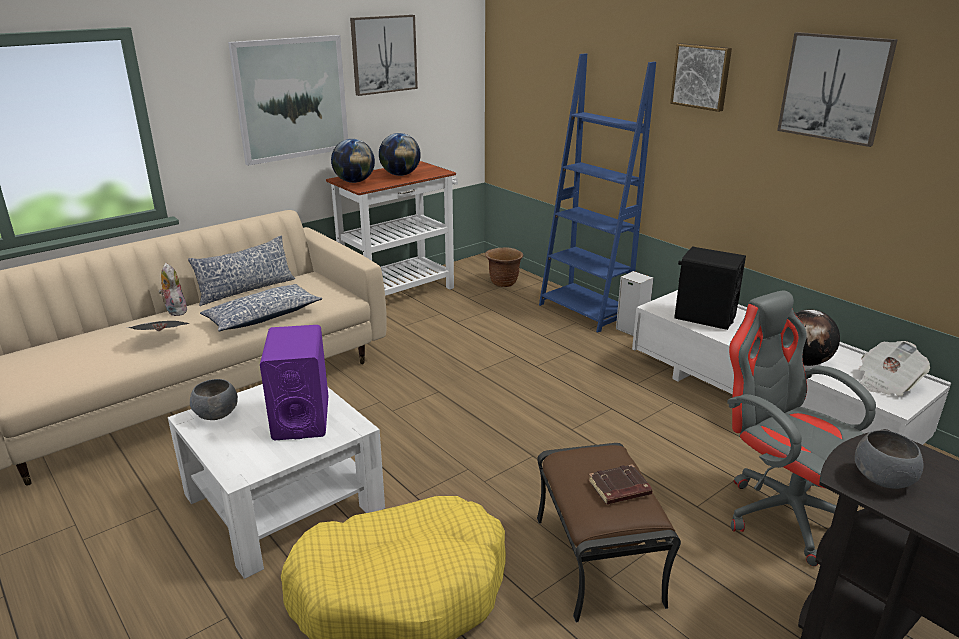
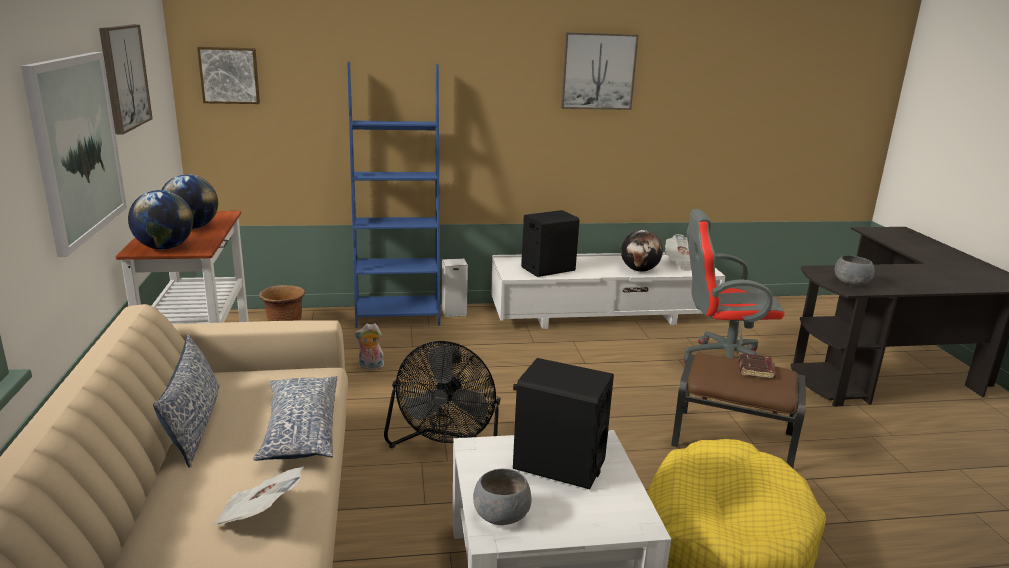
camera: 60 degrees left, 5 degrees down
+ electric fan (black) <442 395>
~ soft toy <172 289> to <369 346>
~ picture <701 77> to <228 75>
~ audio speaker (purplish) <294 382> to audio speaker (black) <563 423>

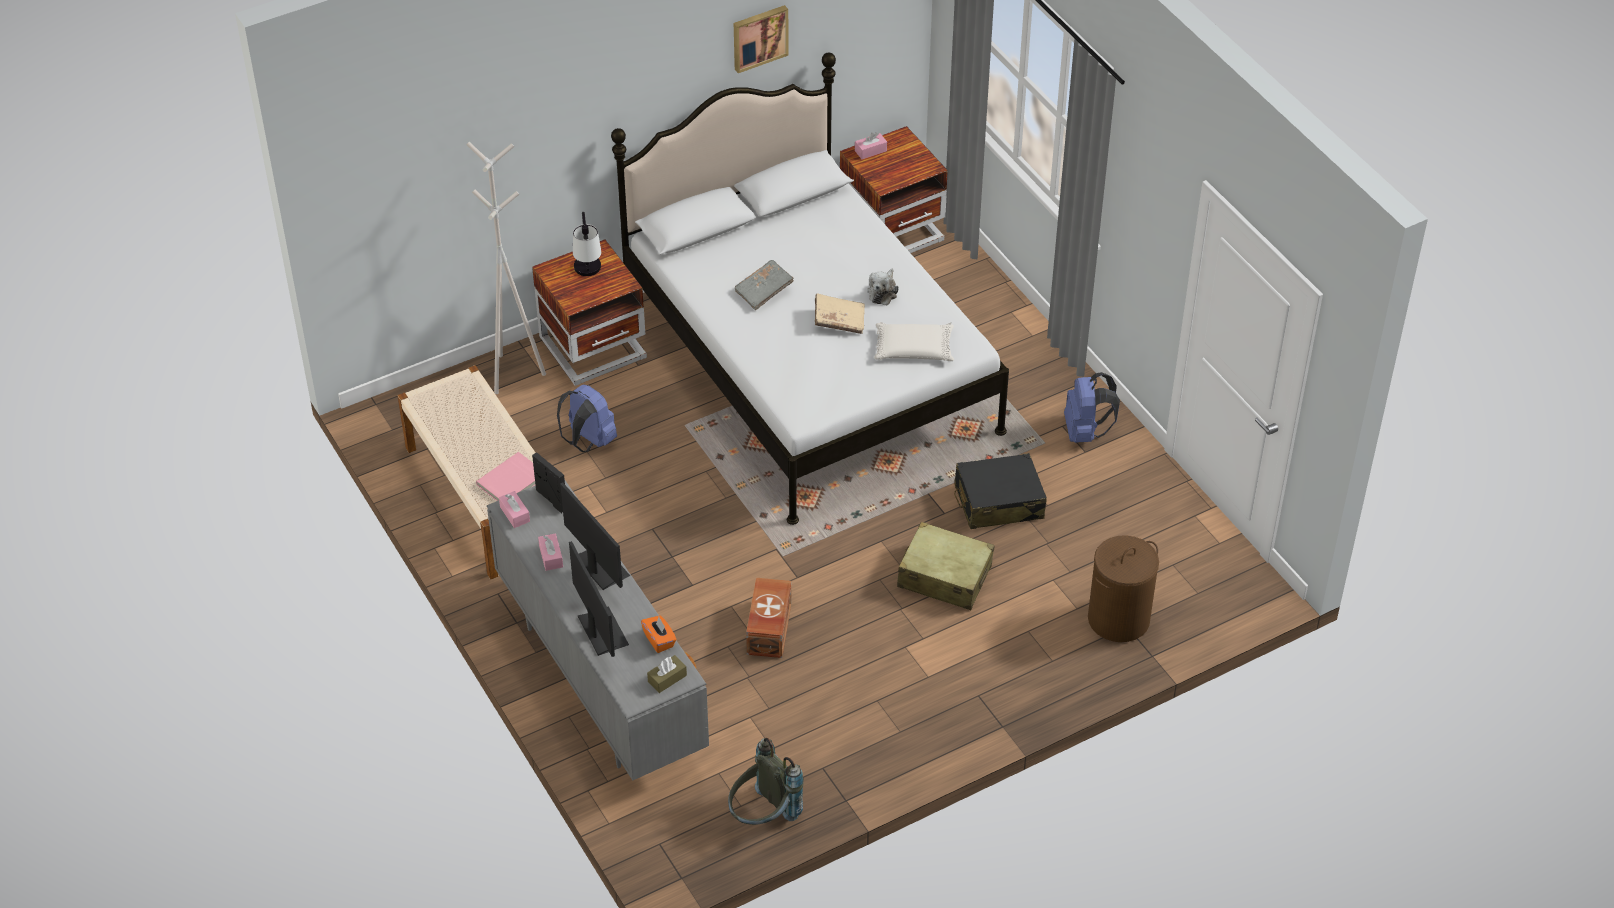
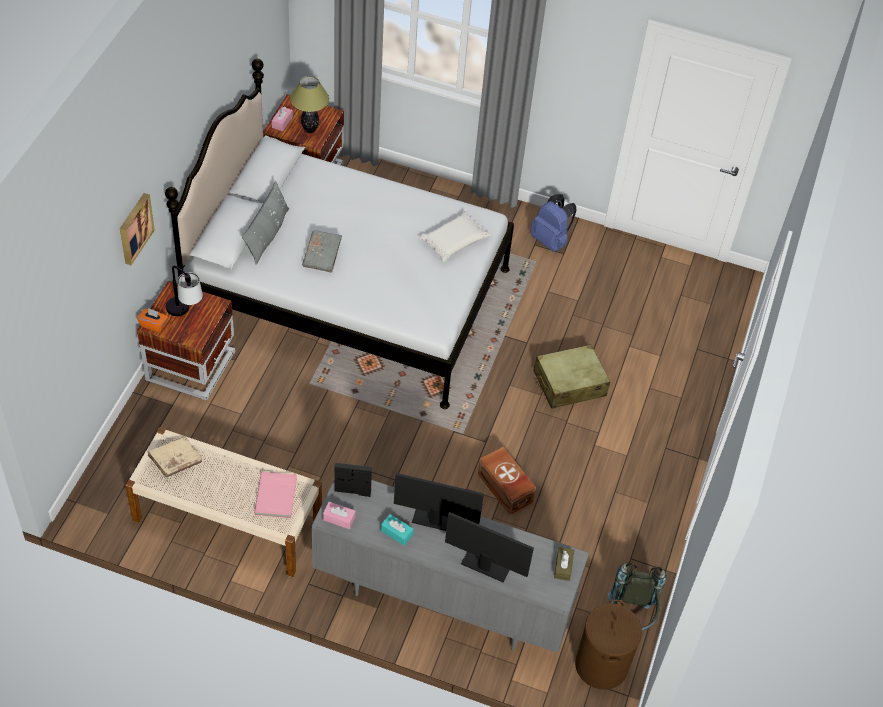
camera: 45 degrees left, 5 degrees up
- garment rack (greyish) <506 268>
- rucksack (blue-coloured) <587 418>
- soft toy <883 287>
- travel case (black) <1000 491>
+ throw pillow (greyish) <265 223>
+ lamp for a table <309 104>
~ box of tissues (orangey) <659 634> to <152 320>
~ picture <761 39> to <137 229>
~ volume (beige) <840 313> to <174 456>
~ laundry basket (brownish) <1123 588> to <608 644>
~ box of tissues (pink-coloured) <550 552> to box of tissues (turquoise-coloured) <397 530>

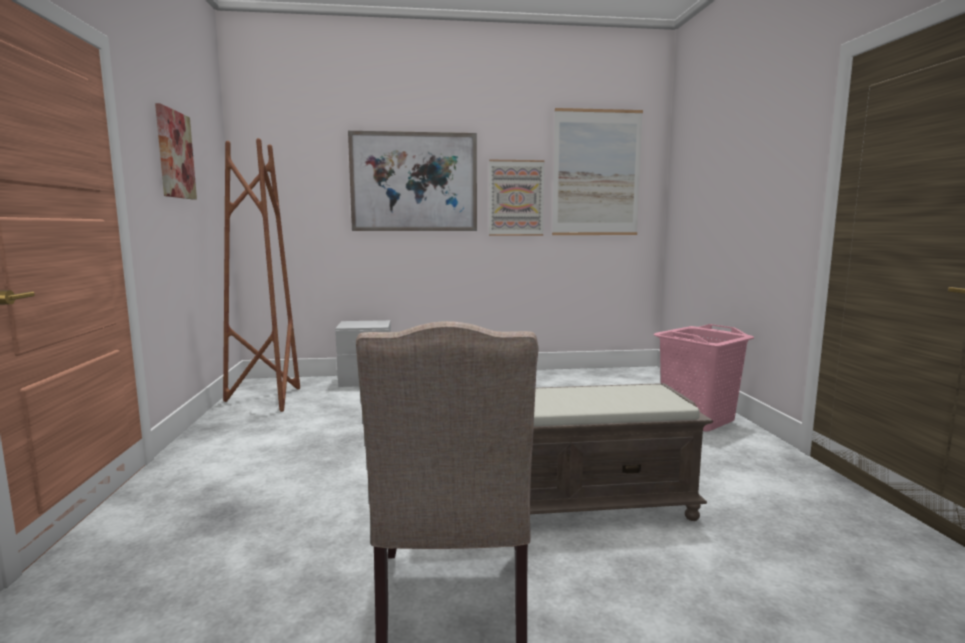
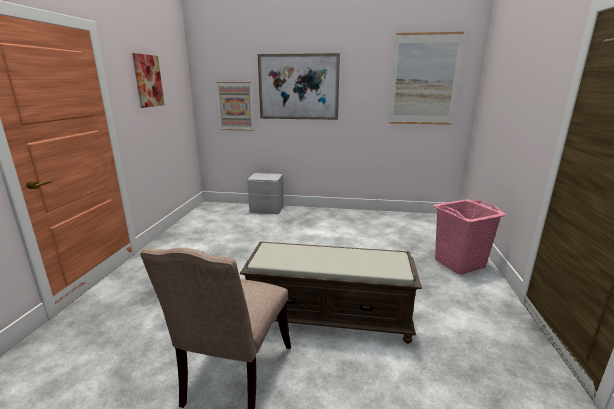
camera: 15 degrees right, 10 degrees up
- garment rack (brownish) <261 275>
~ picture <517 198> to <235 106>

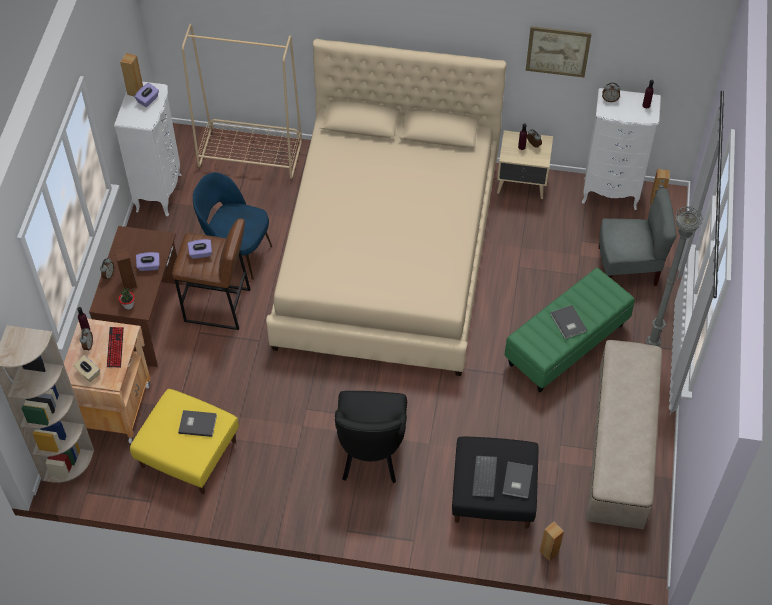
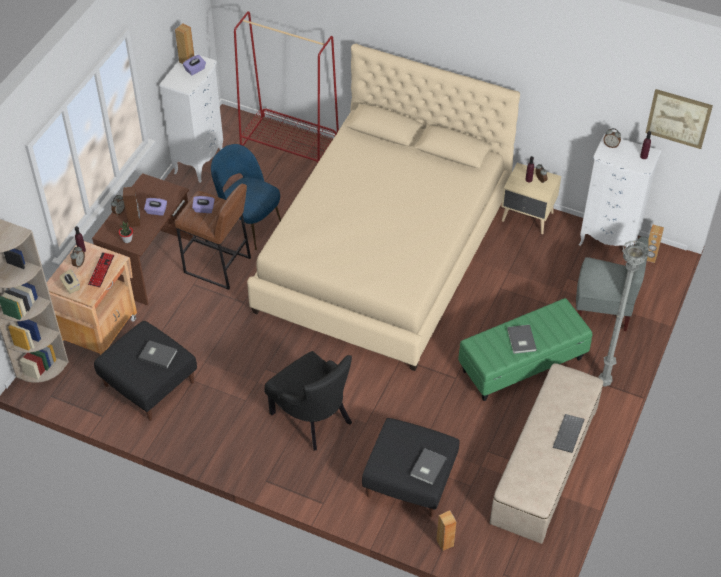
camera: 15 degrees right, 5 degrees down
~ keyboard <484 477> to <568 433>
~ picture <559 51> to <679 119>
~ ottoman (yellowish) <184 441> to ottoman (black) <145 371>
~ garment rack (beige) <242 101> to garment rack (reddish) <286 86>
~ plain chair (black) <371 437> = <308 401> 60 degrees counterclockwise

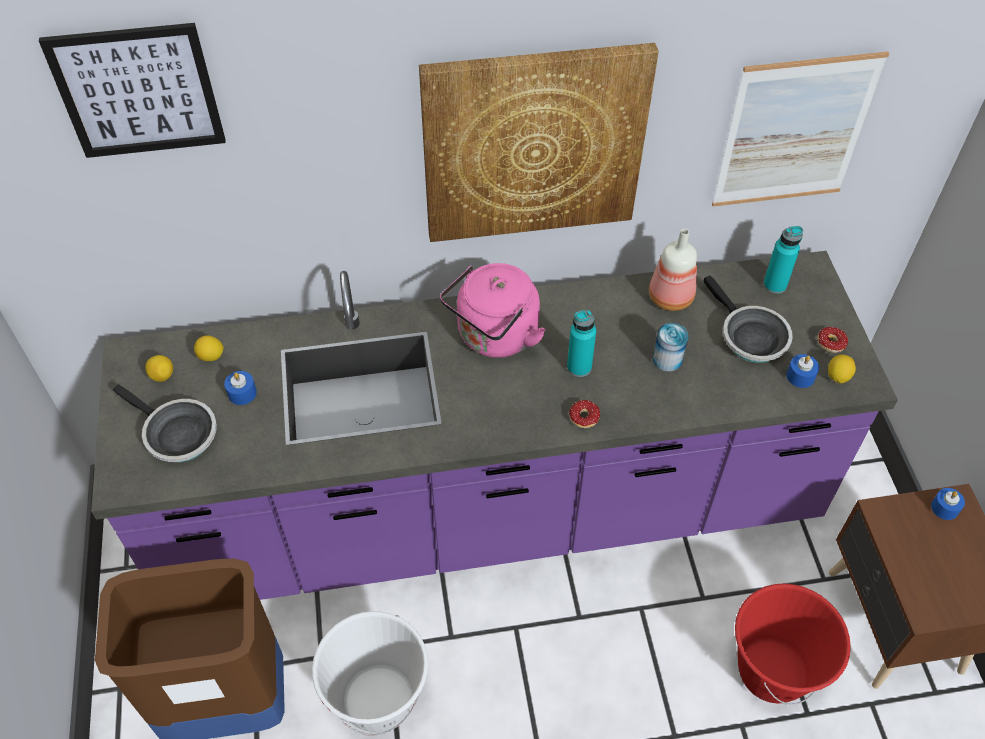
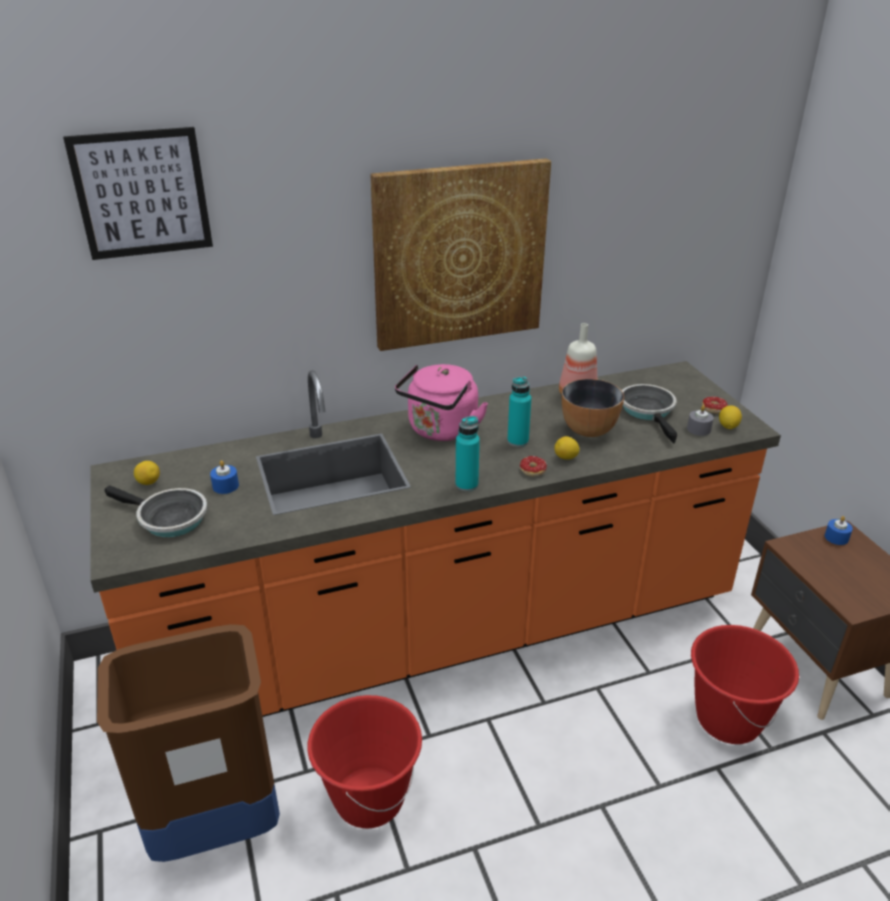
camera: 10 degrees left, 20 degrees down
- picture <800 129>
~ citrus fruit <209 348> to <567 448>
~ drink bottle (turquoise-coloured) <783 260> to <467 454>
~ can <671 347> to bowl <593 408>
~ kitchen base unit (purplish) <494 425> to kitchen base unit (orangey) <435 539>
~ pail (white-coloured) <370 673> to pail (reddish) <364 761>
~ wax candle (blue-coloured) <802 371> to wax candle (greyish) <700 420>
~ pan <748 319> = <649 413> 150 degrees counterclockwise

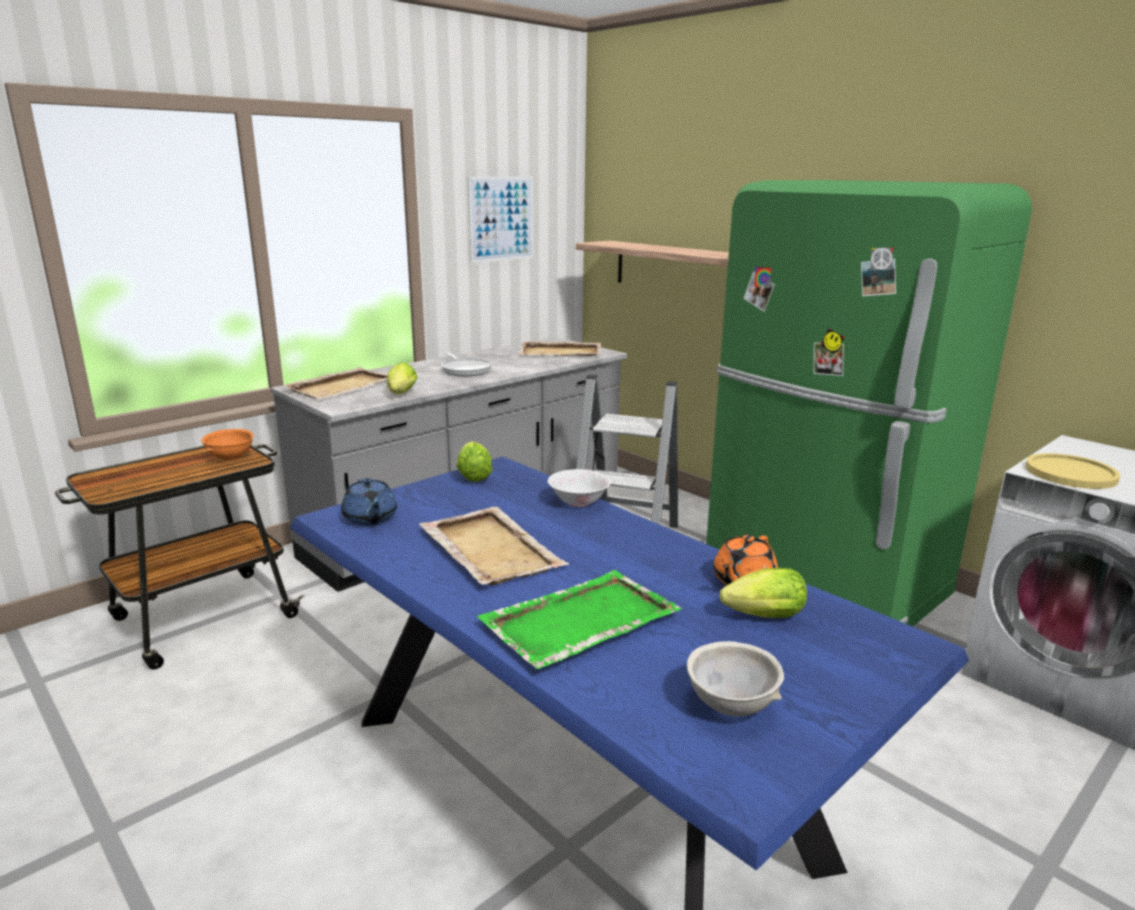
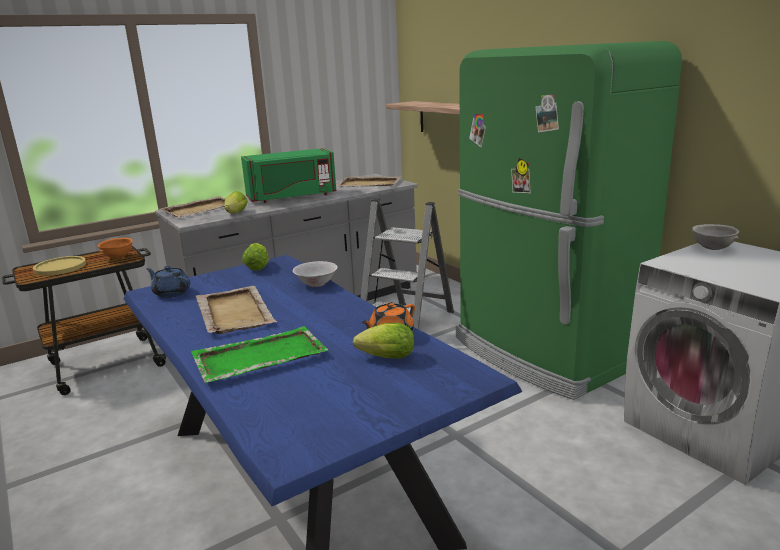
camera: 10 degrees right, 0 degrees up
- picture <500 220>
~ bowl (greyish) <735 678> to <715 237>
~ flat dish (yellowish) <1073 471> to <59 266>
~ pan <466 364> to microwave (green-coloured) <288 175>
~ pot for tea (blue-coloured) <369 502> = <168 282> 135 degrees clockwise

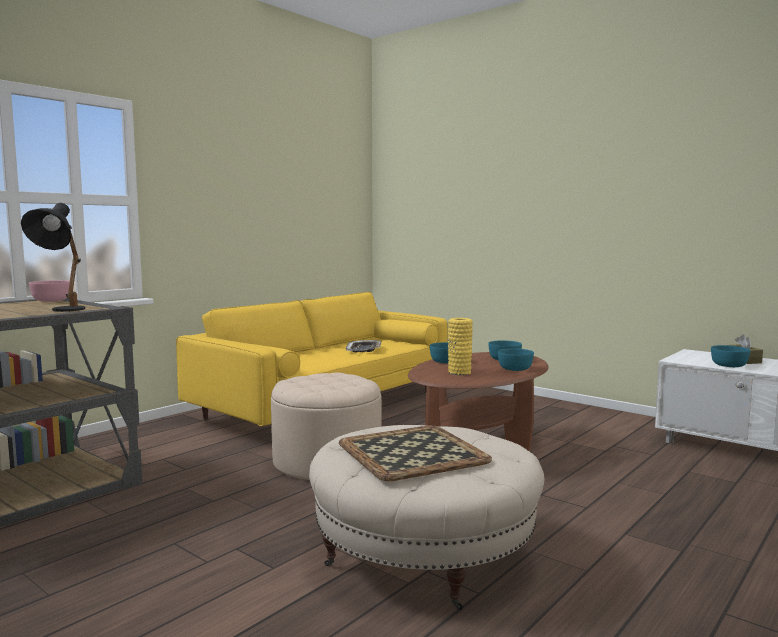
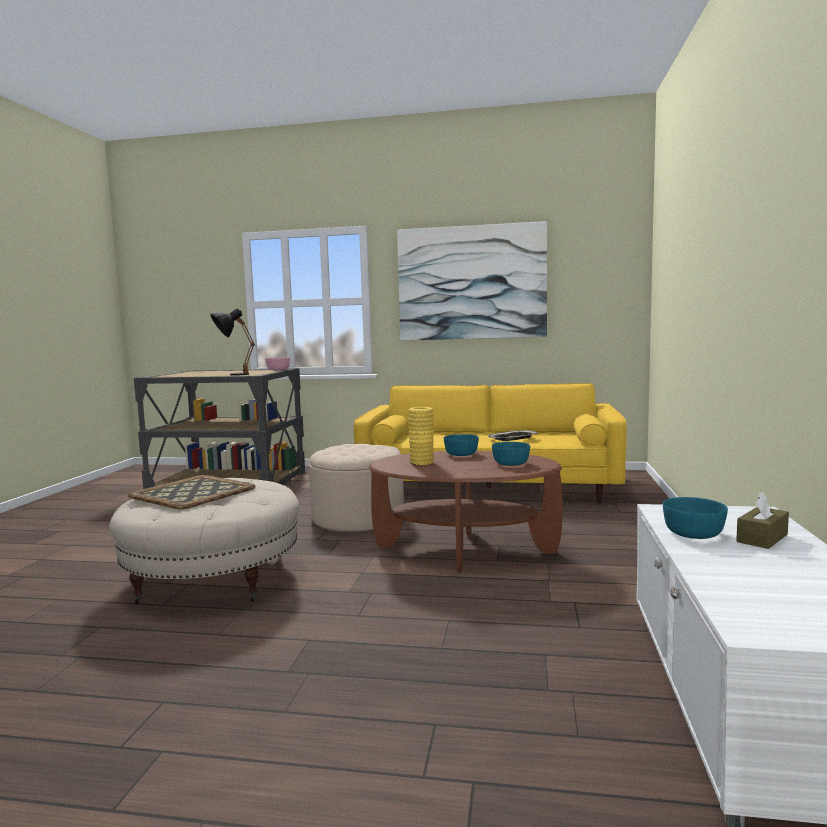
camera: 60 degrees right, 0 degrees up
- bowl (turquoise-coloured) <516 359>
+ picture <472 280>

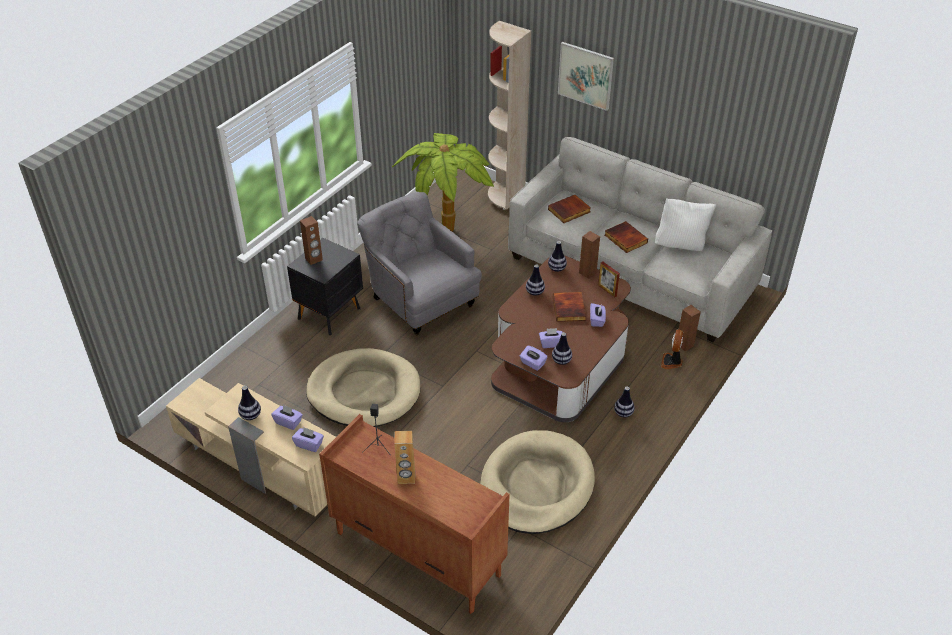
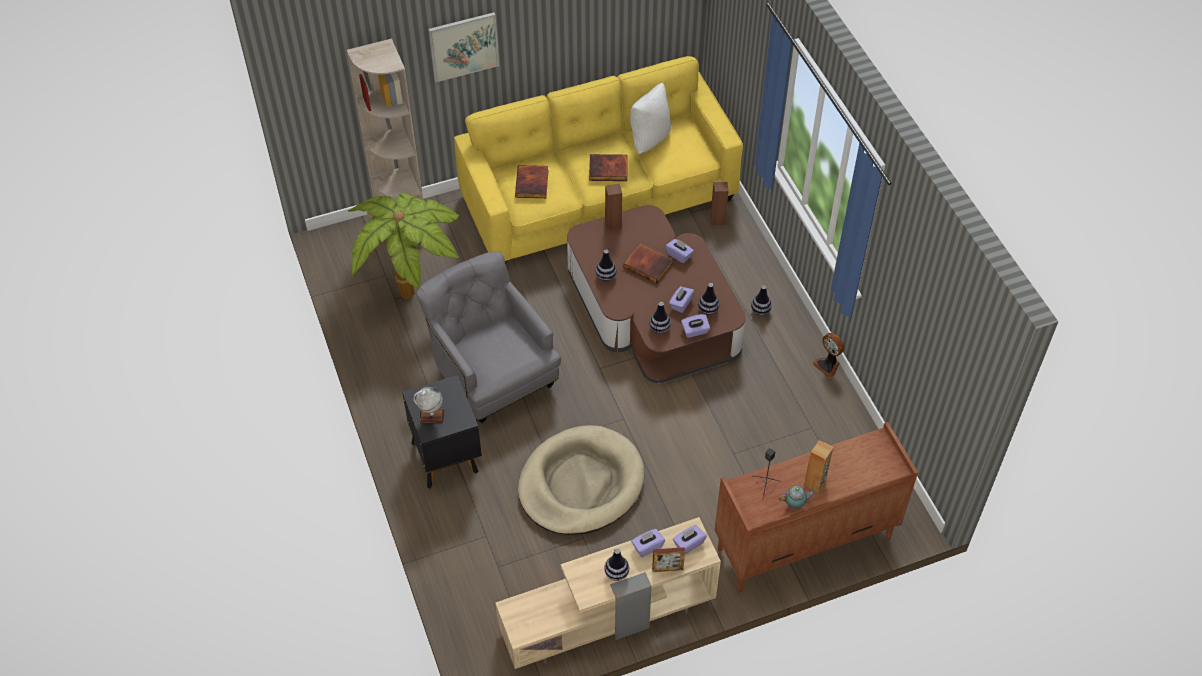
camera: 55 degrees left, 10 degrees up
- dog cushion (beige) <537 482>
+ pot for tea <797 497>
~ decorative vase <557 256> to <660 317>
~ picture frame <609 279> to <668 559>
~ electric fan <672 349> to <828 355>
~ audio speaker (brownish) <311 240> to world globe <429 404>
~ couch (greyish) <640 239> to couch (yellowish) <598 160>
~ easy chair (greyish) <419 264> = <489 337> 60 degrees clockwise

